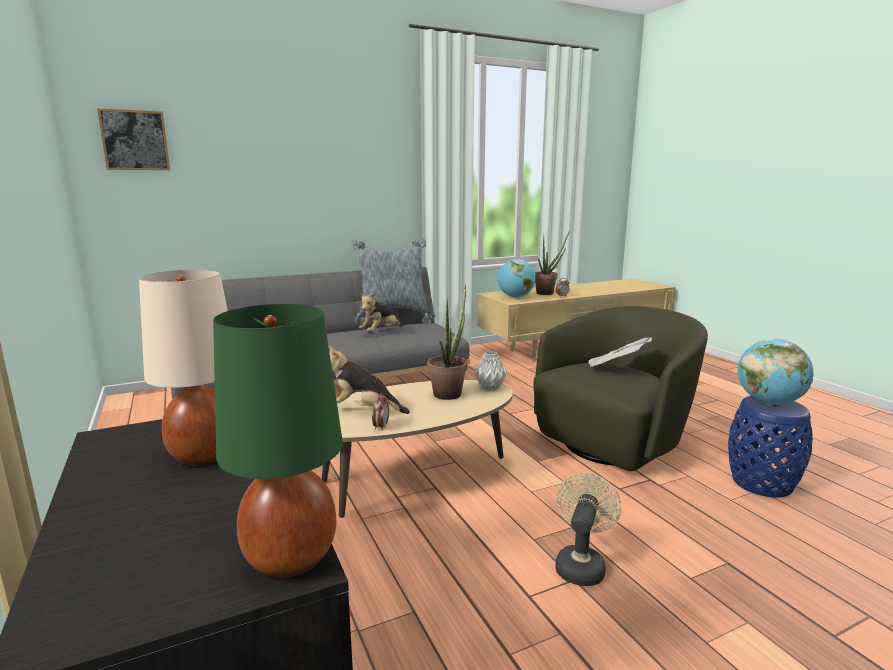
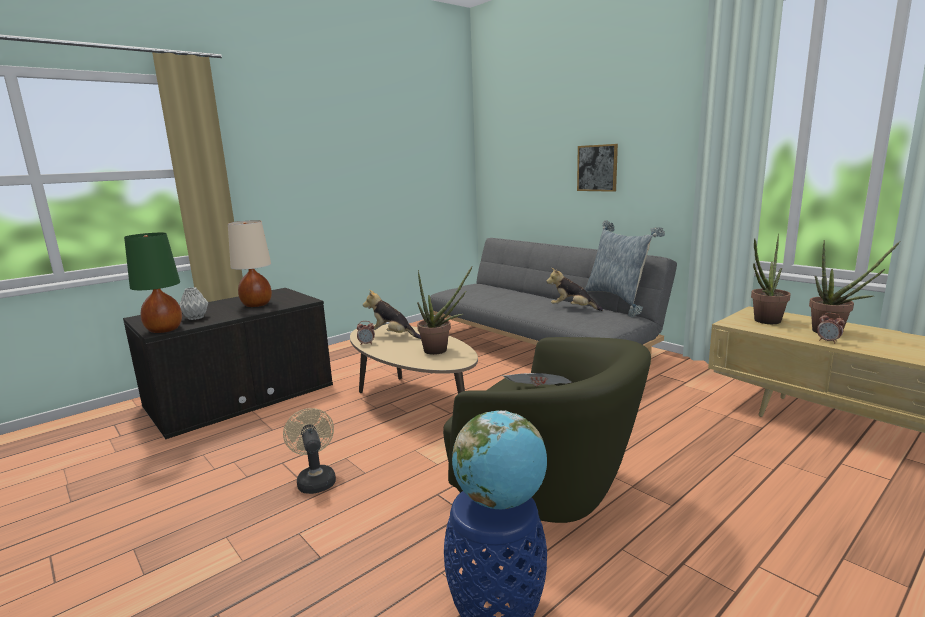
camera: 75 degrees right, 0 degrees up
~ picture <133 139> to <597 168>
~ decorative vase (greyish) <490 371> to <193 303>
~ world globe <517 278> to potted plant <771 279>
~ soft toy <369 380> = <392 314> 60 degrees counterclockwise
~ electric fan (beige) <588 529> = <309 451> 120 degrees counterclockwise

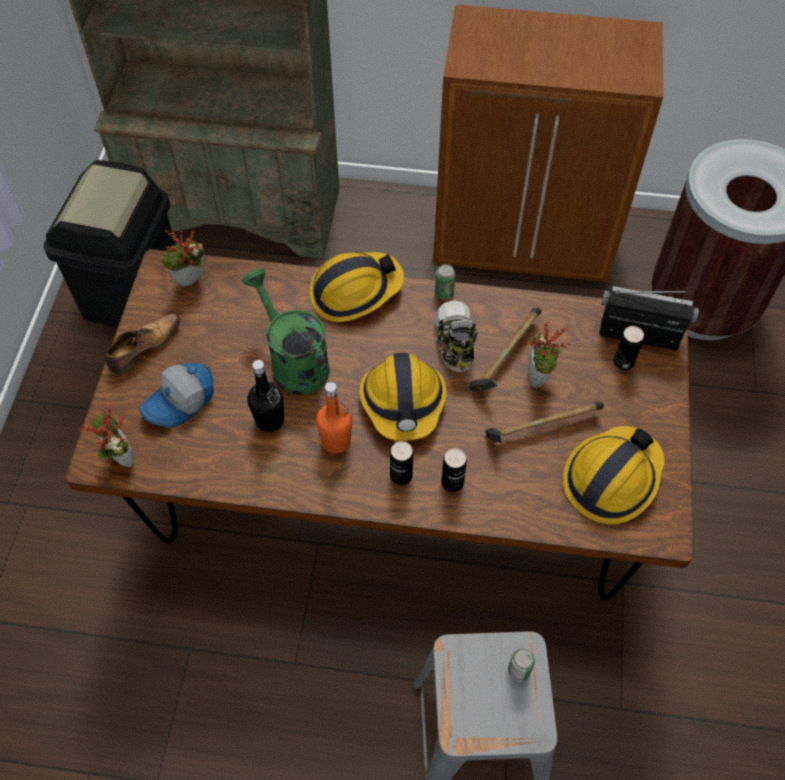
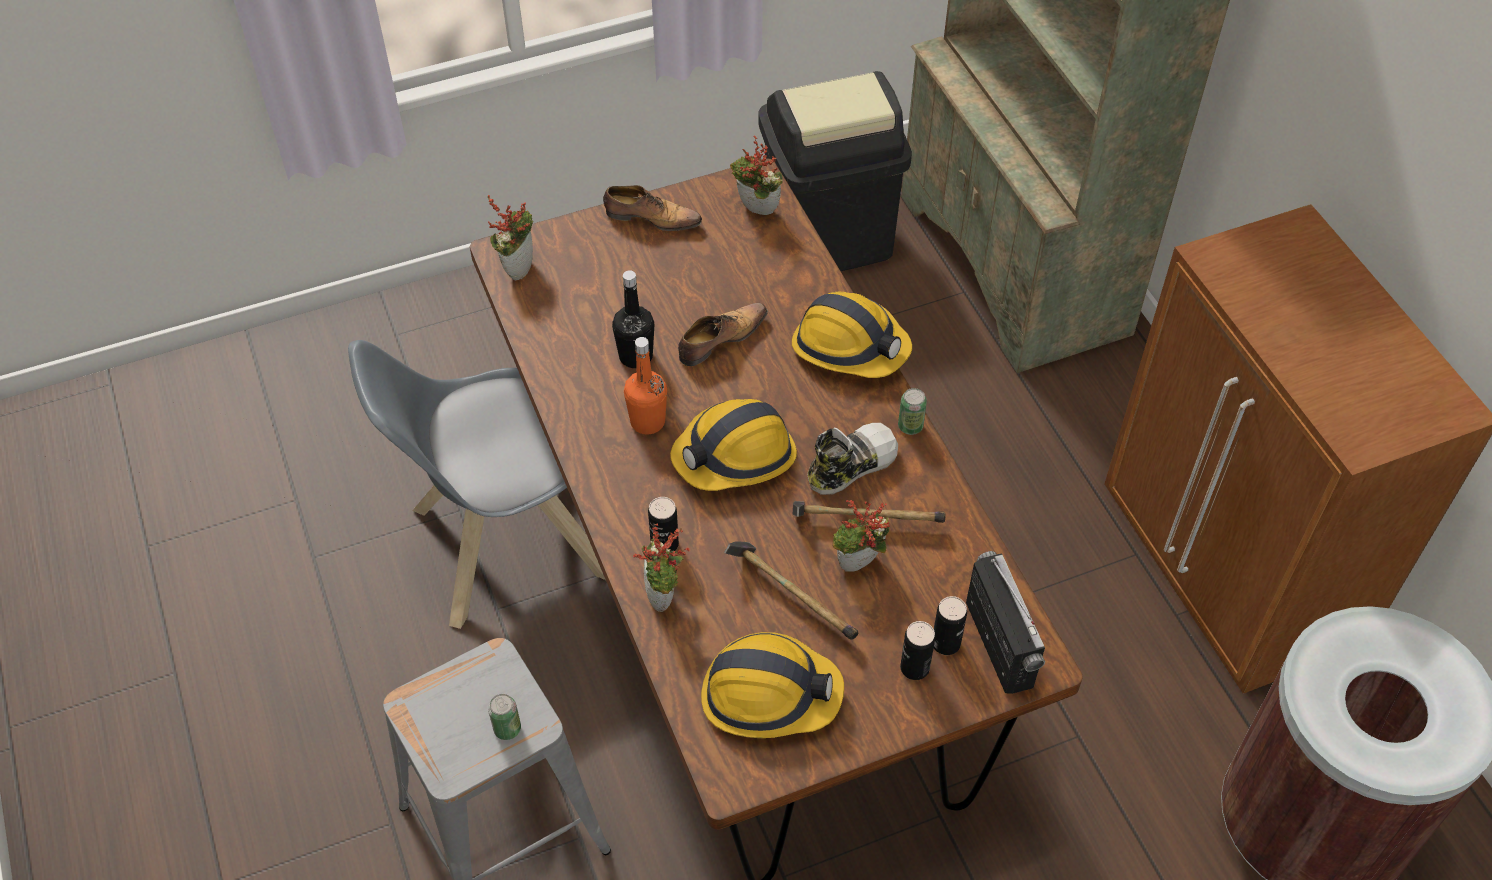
camera: 60 degrees right, 5 degrees down
- peaked cap <176 395>
+ plain chair (greyish) <476 484>
+ potted plant <661 567>
~ can <401 463> to <917 650>
~ sprinkling can (green-coloured) <286 331> to shoe <723 334>

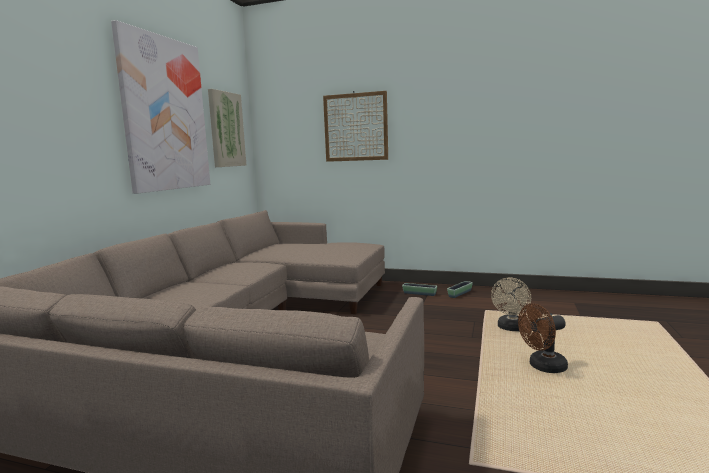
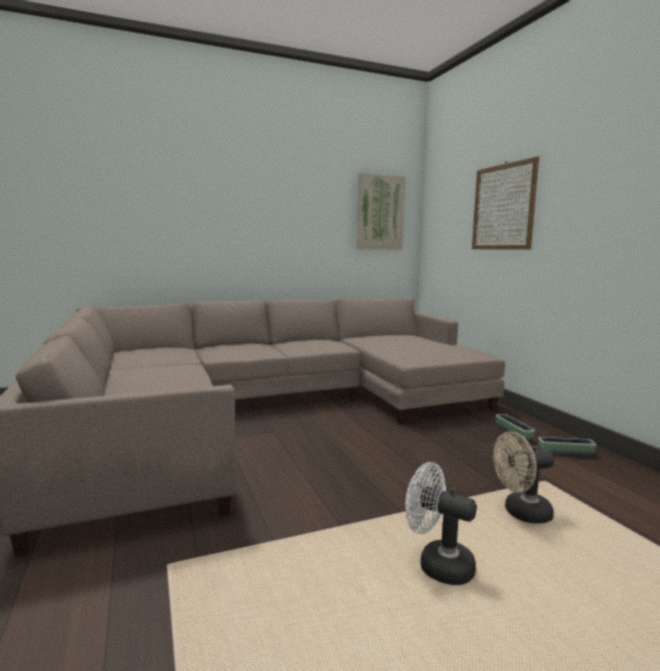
camera: 50 degrees right, 0 degrees up
- picture <160 107>
~ electric fan (brownish) <543 338> to electric fan (white-coloured) <441 523>

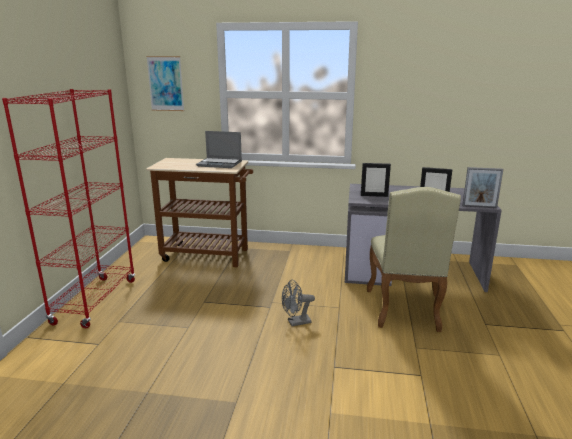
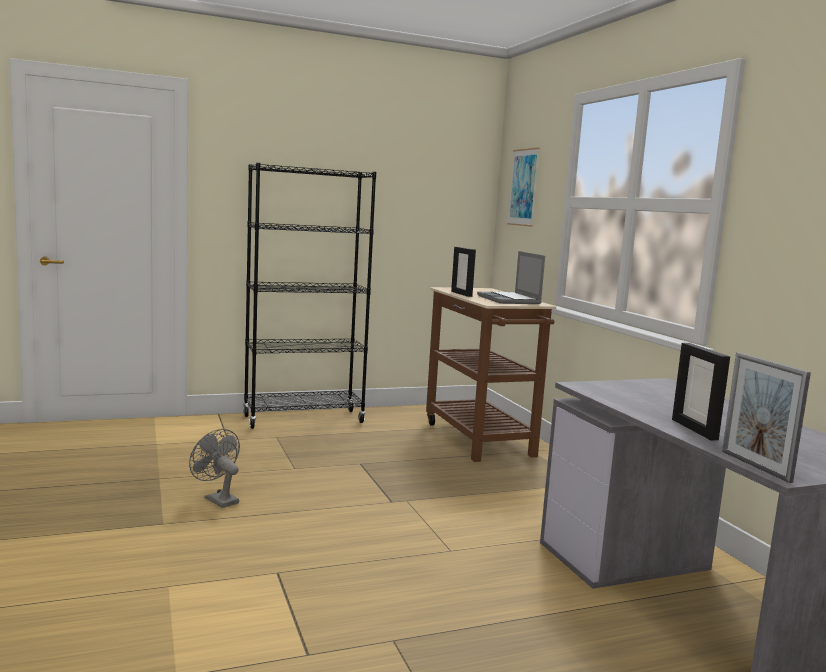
camera: 60 degrees right, 10 degrees down
- plain chair (beige) <414 259>
~ electric fan (greyish) <298 302> to <214 468>
~ picture frame <376 180> to <463 272>
~ shelving unit (reddish) <68 208> to shelving unit (black) <309 296>

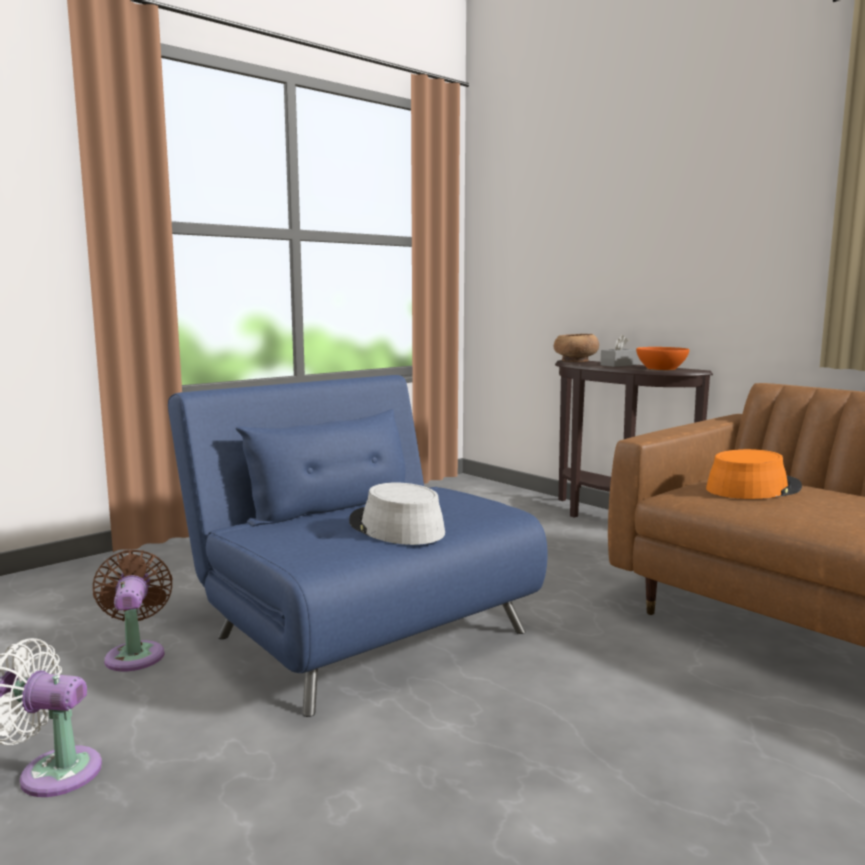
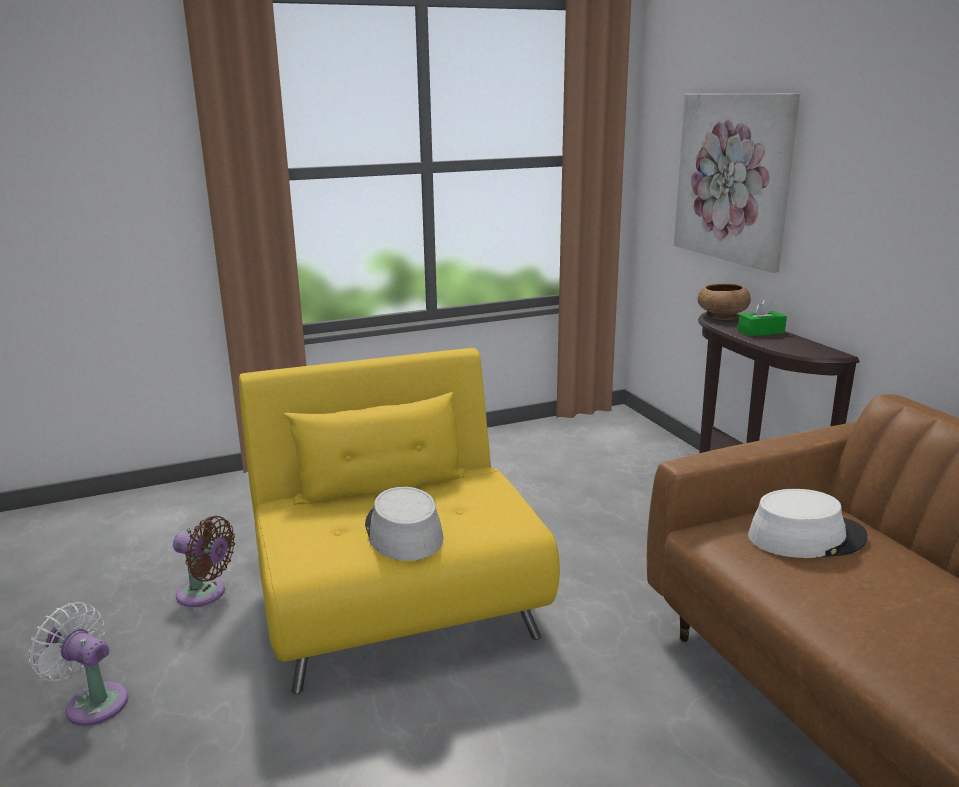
camera: 20 degrees right, 10 degrees up
- bowl (orangey) <662 358>
+ picture <737 183>
~ easy chair (blue-coloured) <358 546> to easy chair (yellowish) <399 521>
~ box of tissues (greyish) <619 351> to box of tissues (green-coloured) <762 318>
~ wearable hat (orangey) <754 474> to wearable hat (white-coloured) <808 523>
~ electric fan (brownish) <133 610> = <204 561> 105 degrees clockwise

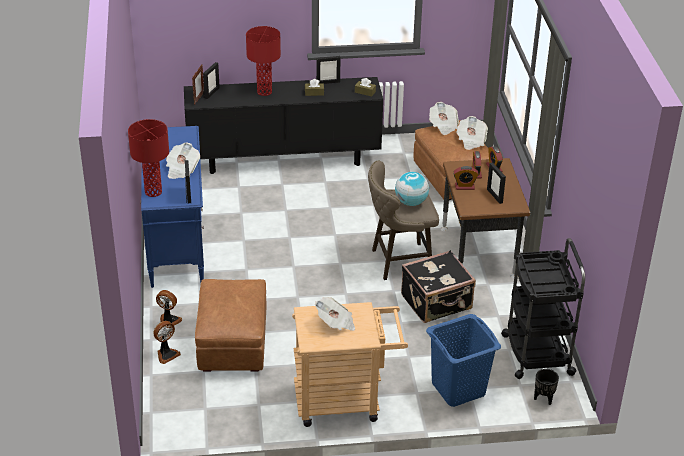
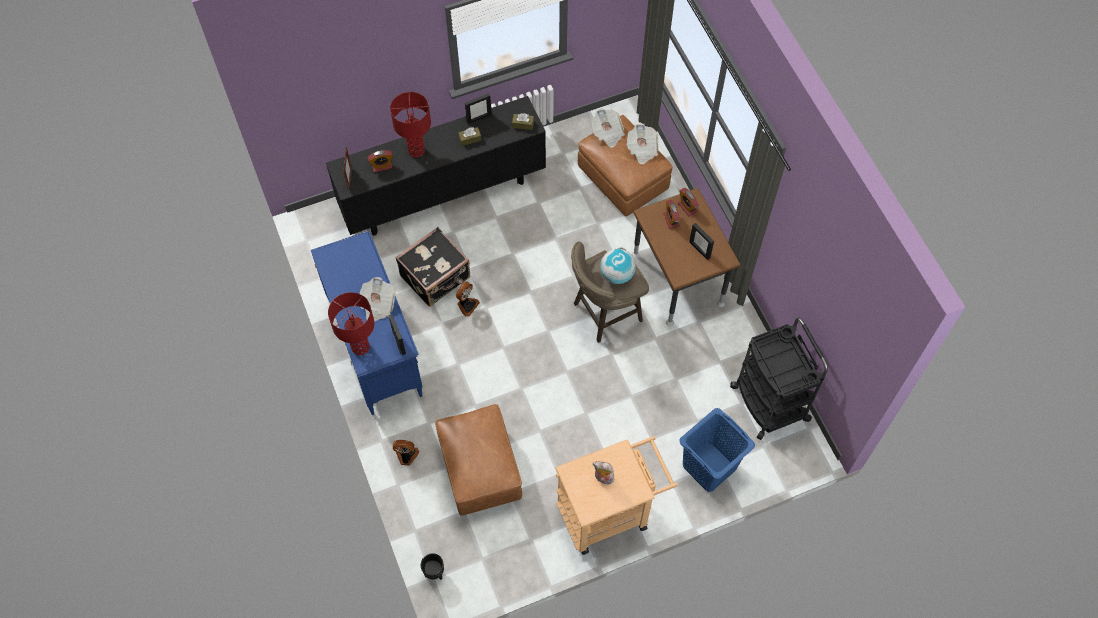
camera: 15 degrees left, 25 degrees up
- picture frame <211 80>
~ electric fan <167 342> to <468 299>
~ travel case (black) <438 286> to <433 267>
~ bedside clock <466 178> to <380 161>
~ planter (black) <546 387> to <432 566>
~ daily paper <335 314> to soft toy <603 472>

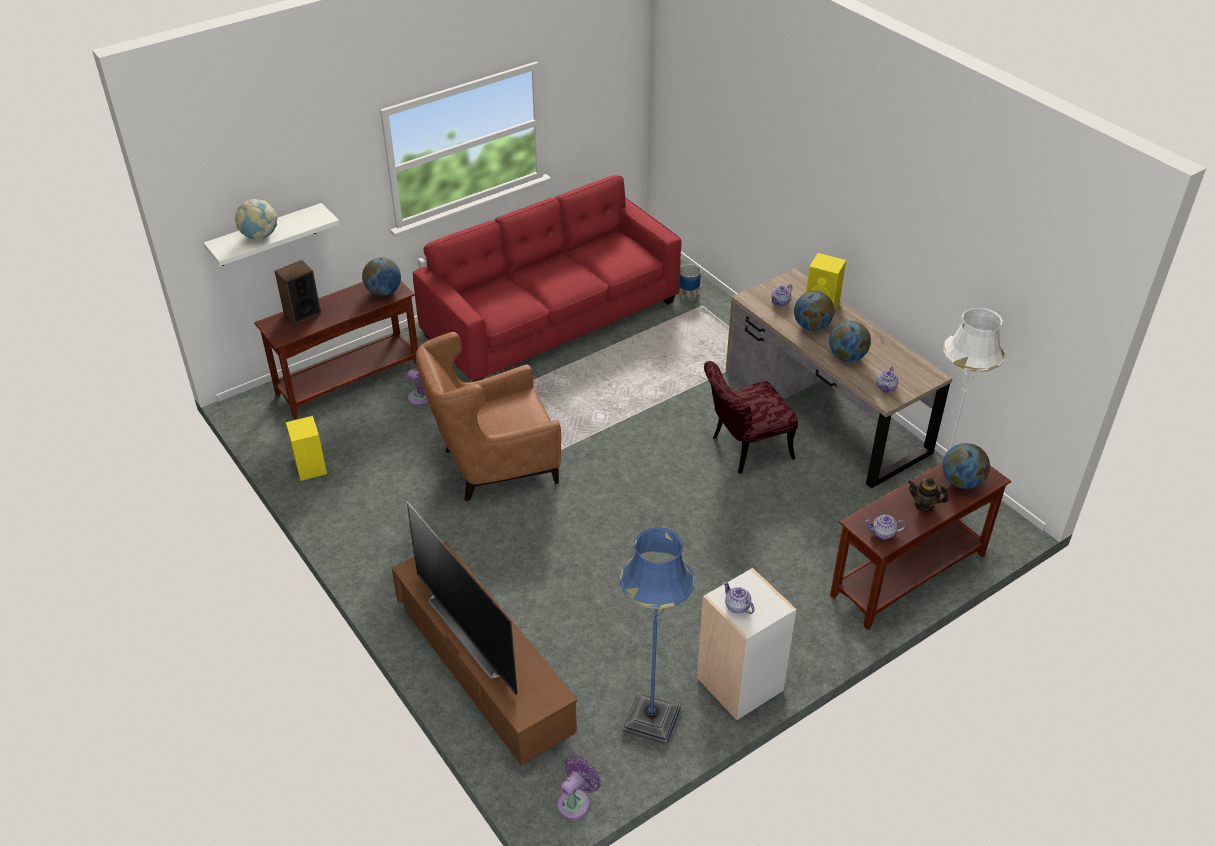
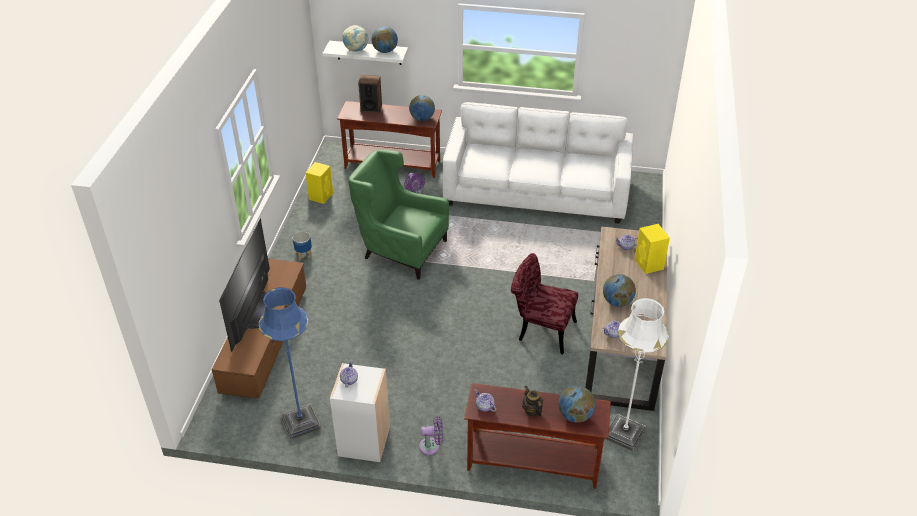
camera: 45 degrees right, 0 degrees up
~ electric fan (purplish) <579 787> to <431 435>
~ planter <689 282> to <302 245>
~ world globe <814 311> to <384 39>
~ couch (reddish) <547 278> to couch (white-coloured) <538 163>
~ easy chair (brownish) <488 417> to easy chair (green-coloured) <398 215>

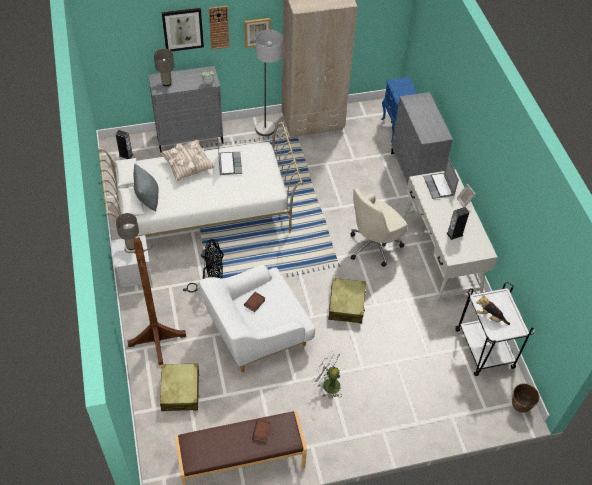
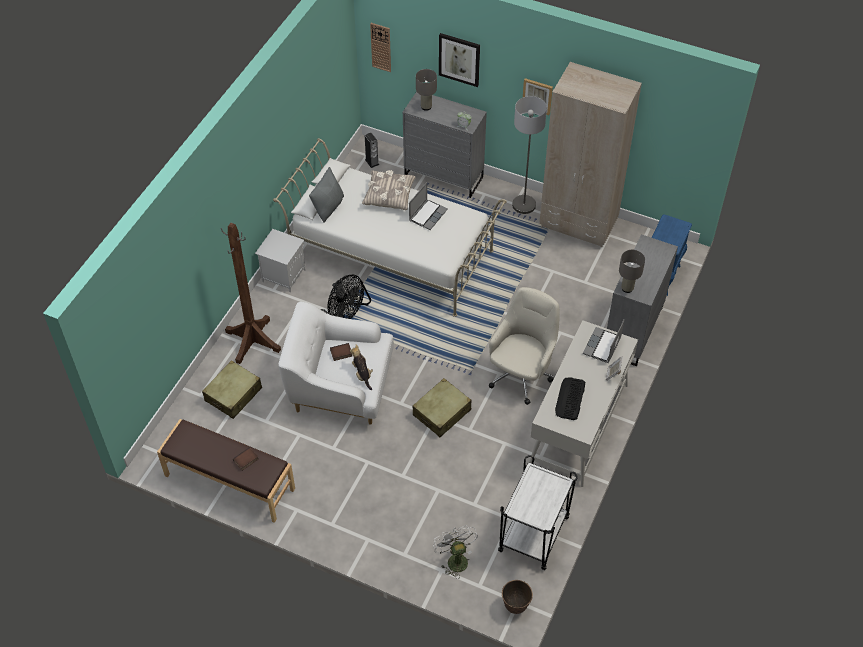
camera: 40 degrees right, 0 degrees up
~ lamp for a table (greyish) <127 231> to <632 271>
~ hanging clock <219 28> to <380 47>
~ electric fan (white-coloured) <326 374> to <455 552>
~ soft toy <493 309> to <361 367>
~ audio speaker <458 223> to keyboard <570 398>
~ office chair (beige) <379 227> = <524 346> 120 degrees clockwise

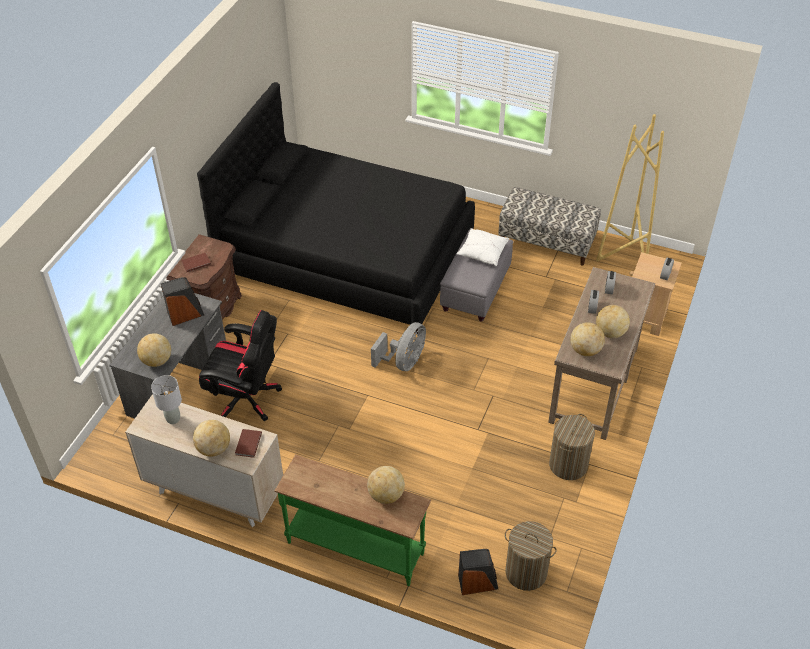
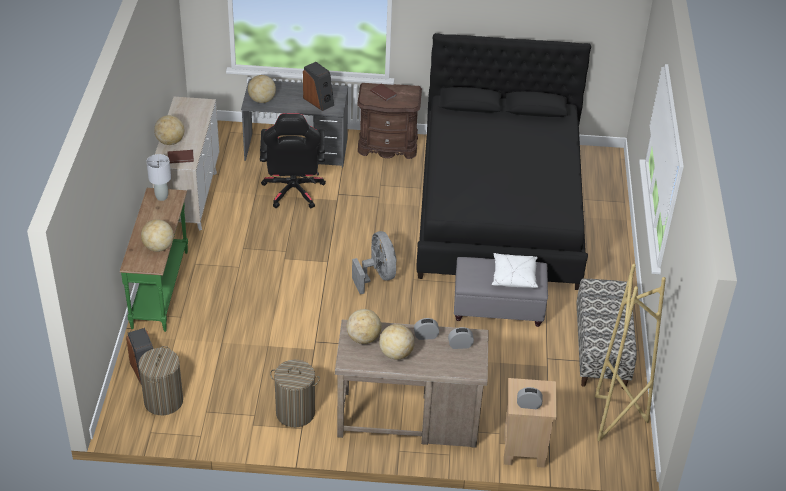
camera: 70 degrees right, 5 degrees down
~ lamp for a table (greyish) <166 399> to <159 177>
~ electric fan (greyish) <398 346> = <374 262> 120 degrees counterclockwise

